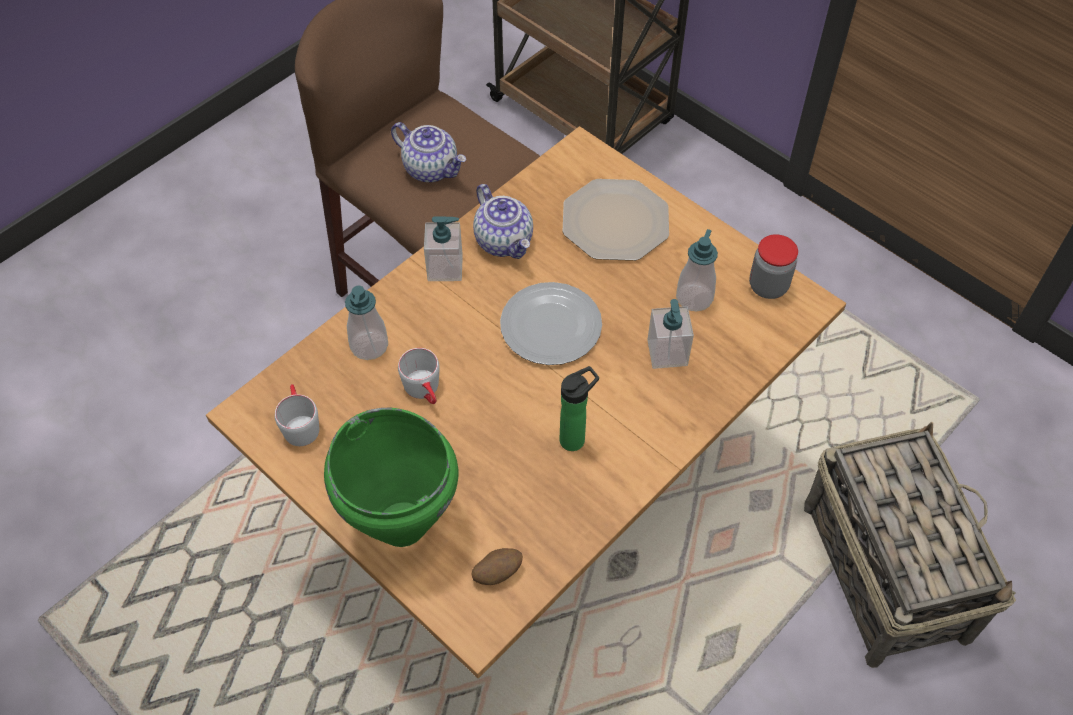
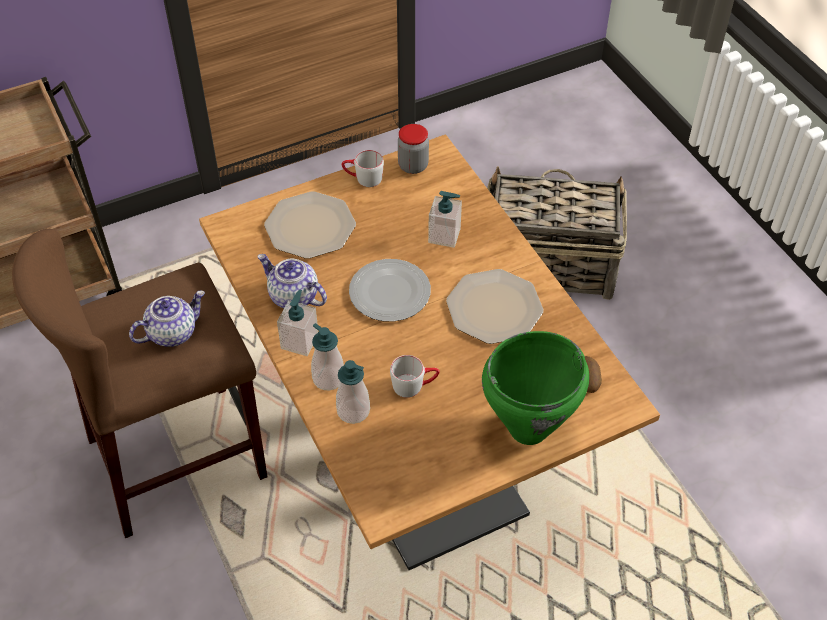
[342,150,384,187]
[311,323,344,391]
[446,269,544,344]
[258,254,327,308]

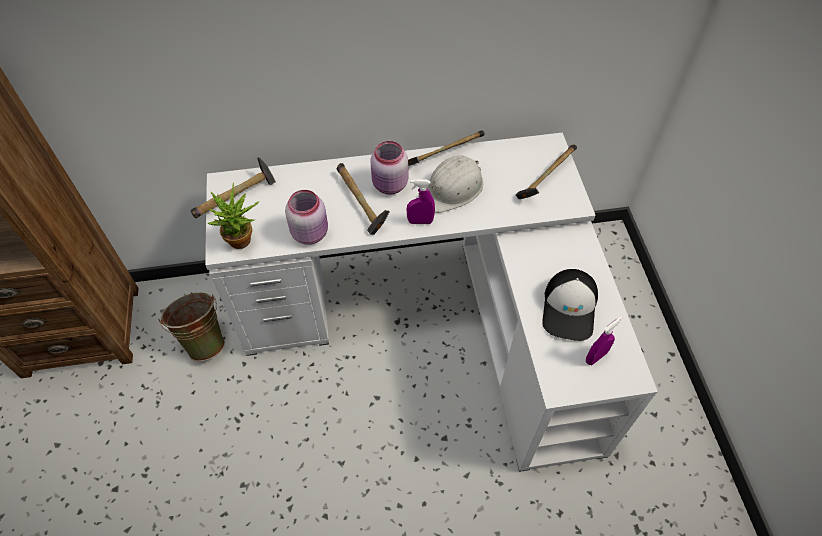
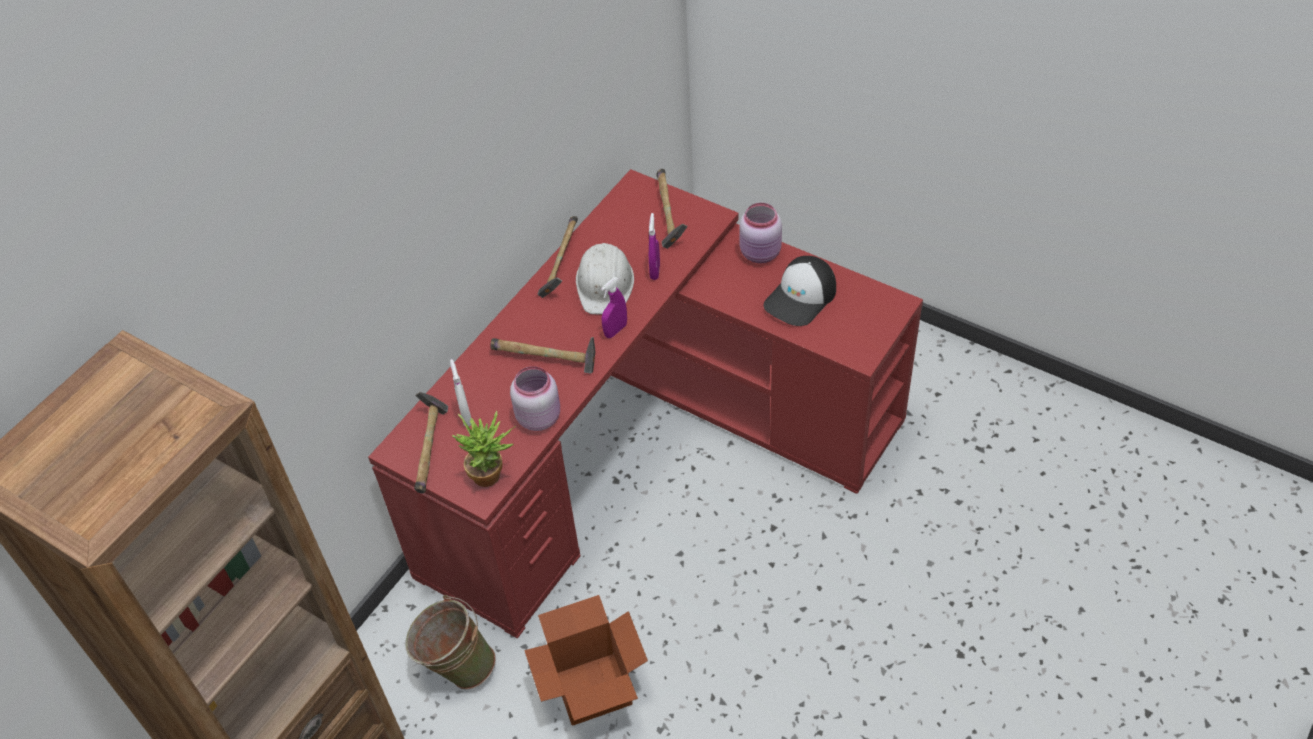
[450,359,471,426]
[524,595,648,726]
[739,203,782,264]
[649,213,660,280]
[368,169,923,639]
[764,256,836,326]

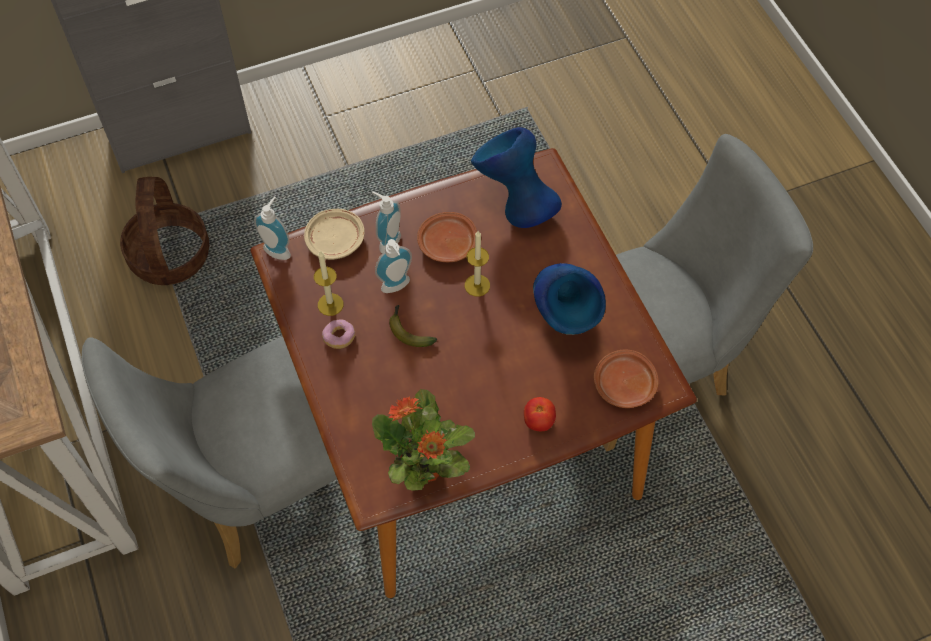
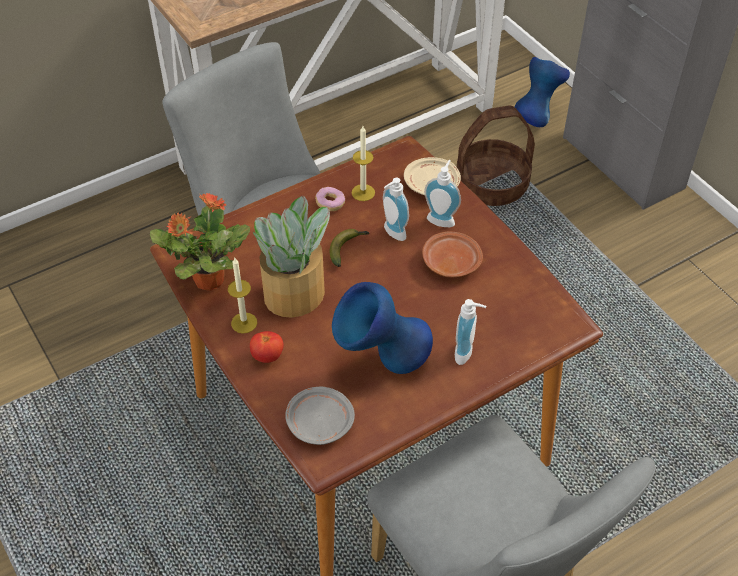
[253,196,330,318]
[455,299,486,365]
[228,258,257,334]
[515,57,570,127]
[285,387,355,445]

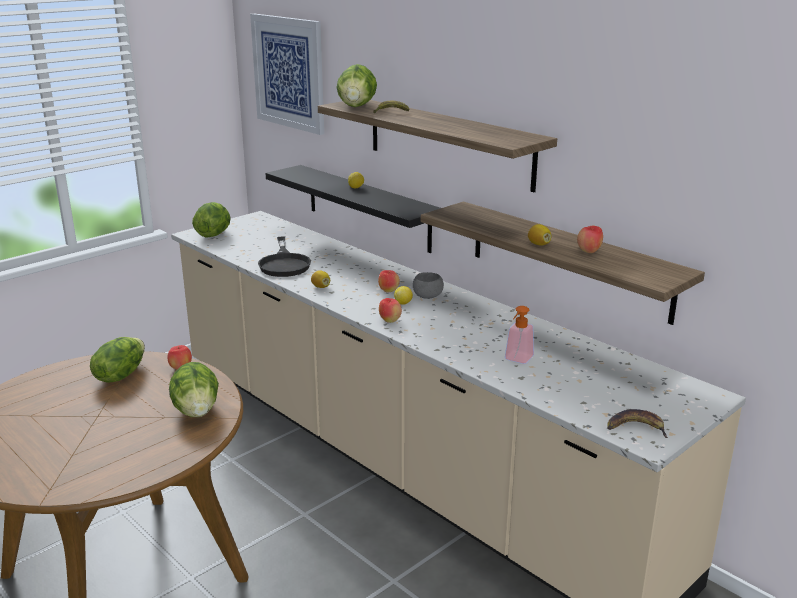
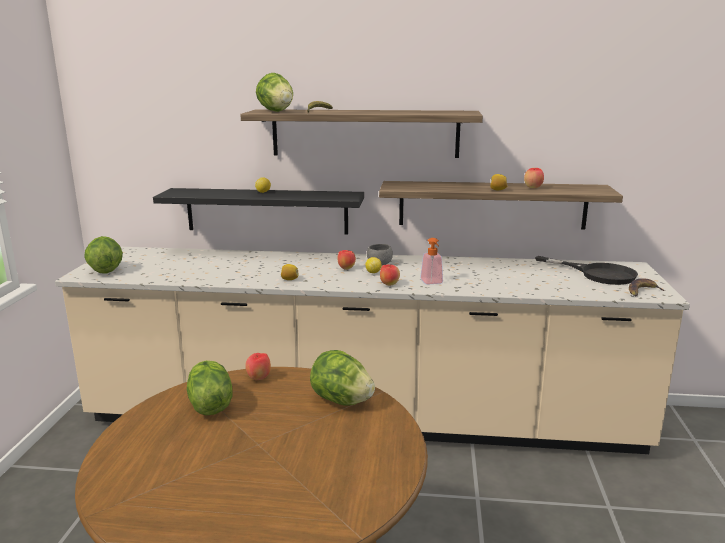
[250,14,324,135] (first image)
[535,256,638,285]
[420,238,443,285]

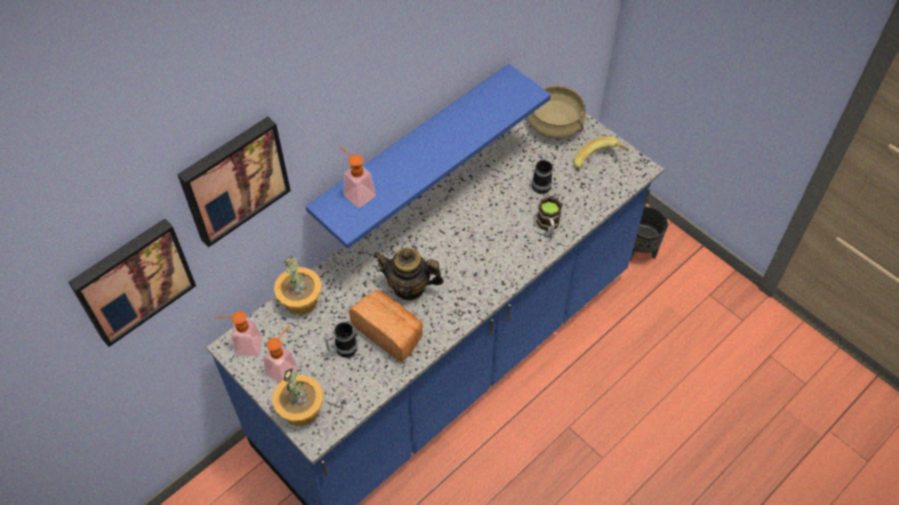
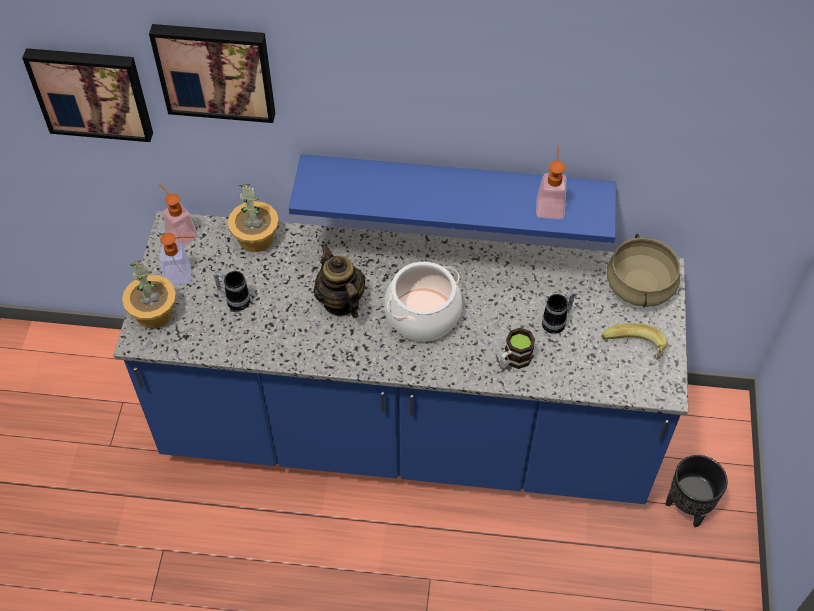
[349,291,423,362] (first image)
[385,262,462,341]
[536,147,567,220]

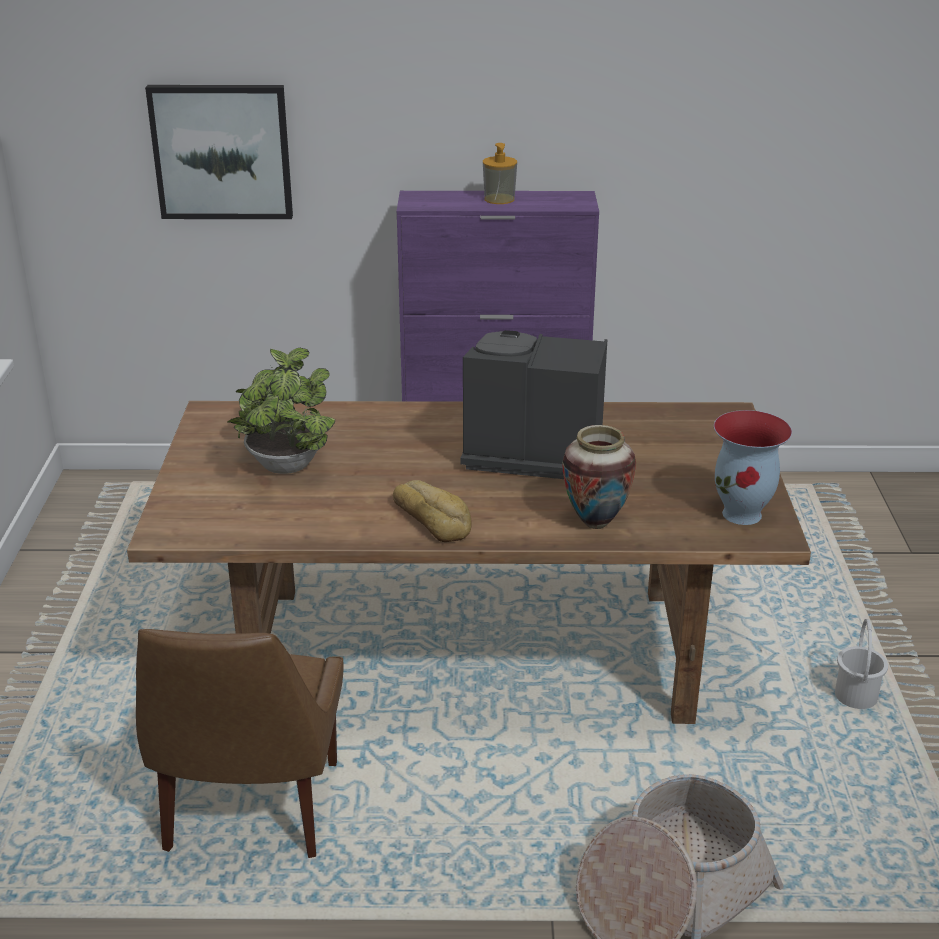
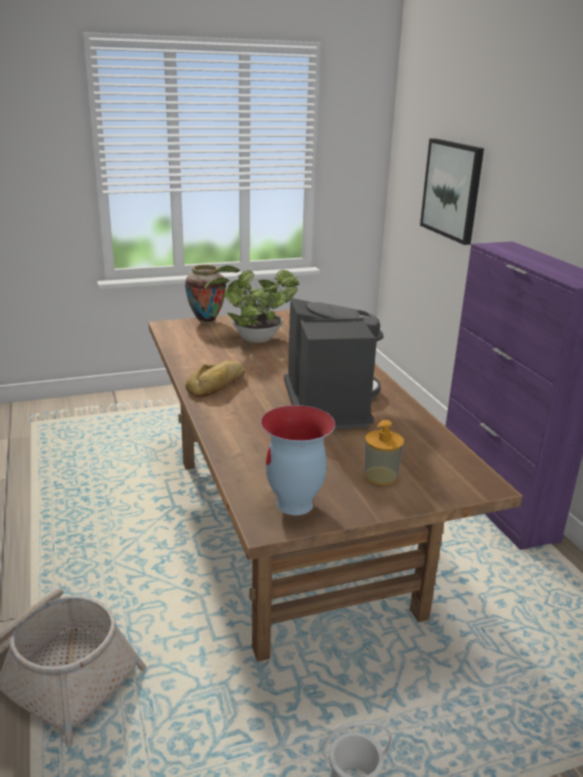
[136,629,344,858] (first image)
[364,420,404,485]
[185,264,226,324]

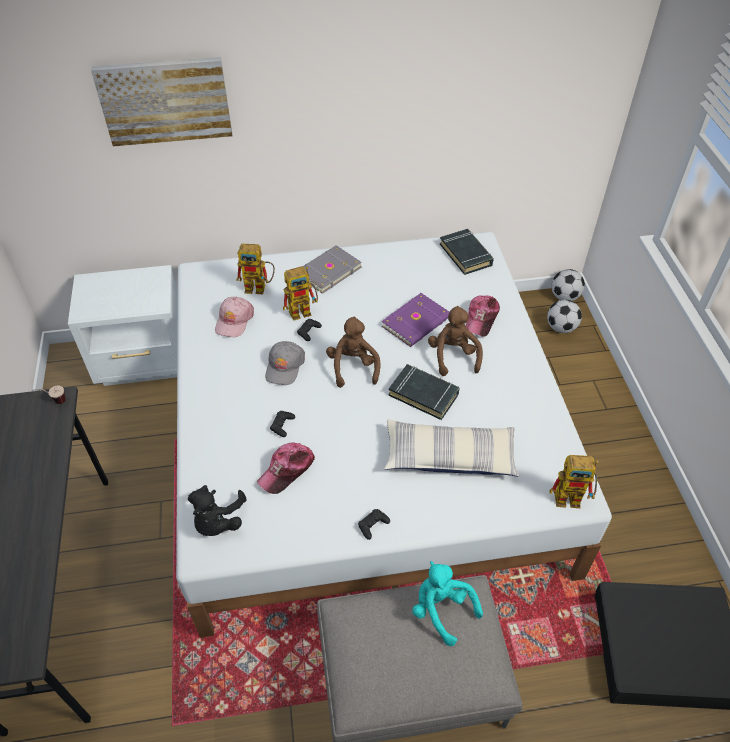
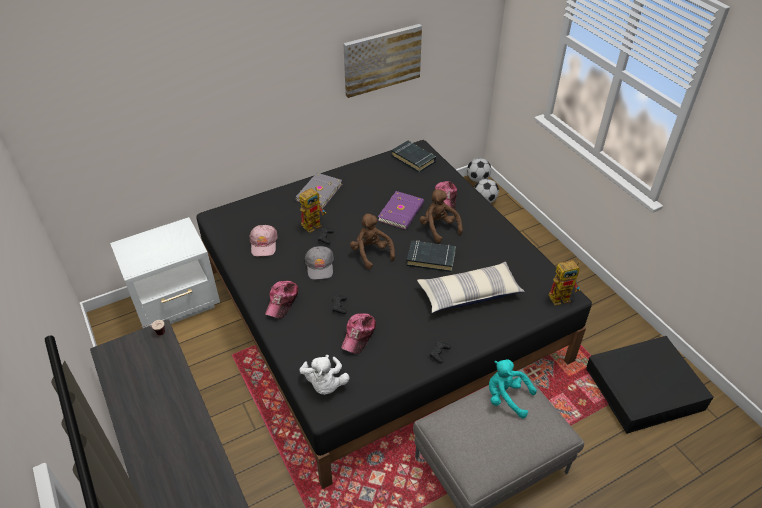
[236,244,275,294] (first image)
[265,281,298,318]
[343,24,422,98]
[196,140,592,489]
[300,355,349,395]

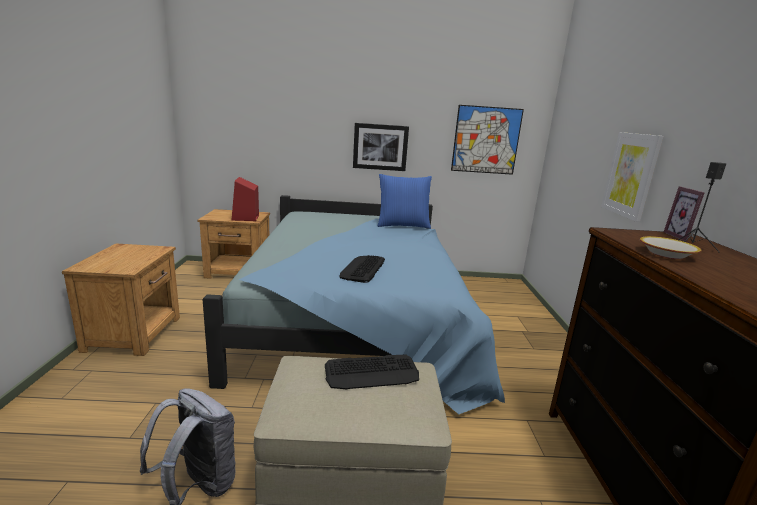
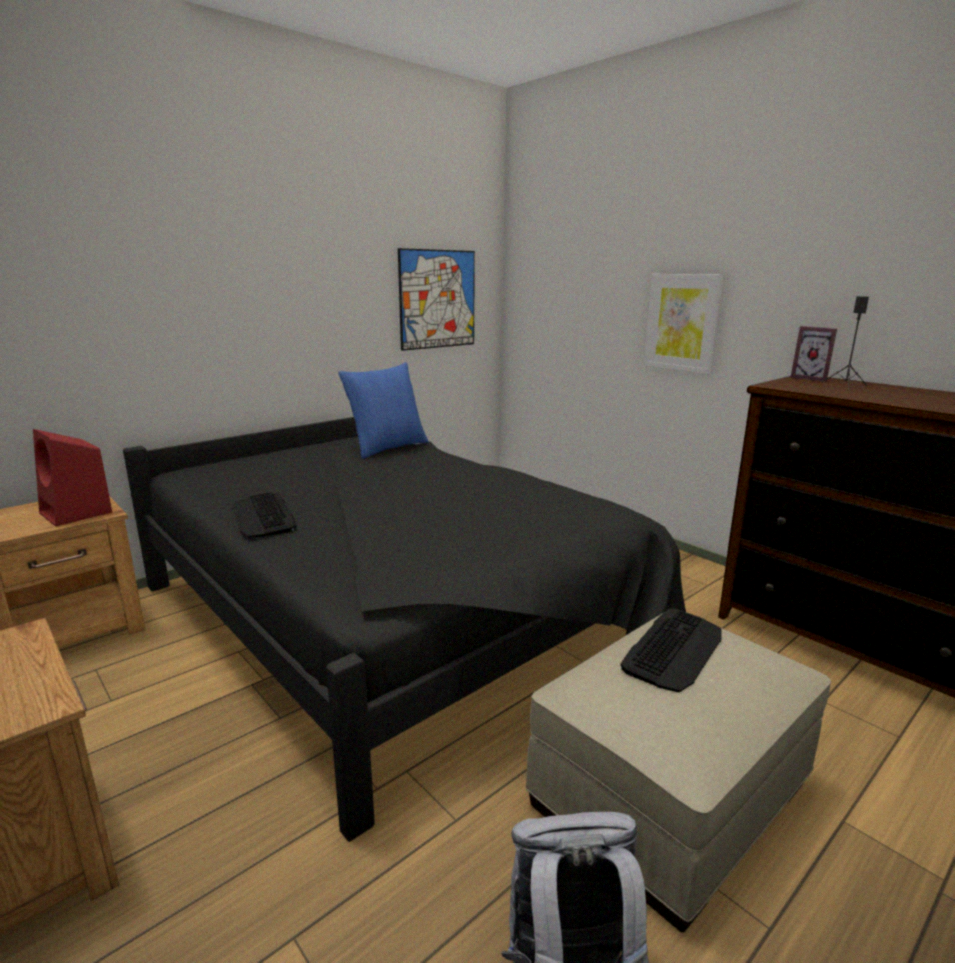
[353,123,409,171] (first image)
[640,236,701,259] (first image)
[232,492,297,538]
[123,417,686,842]

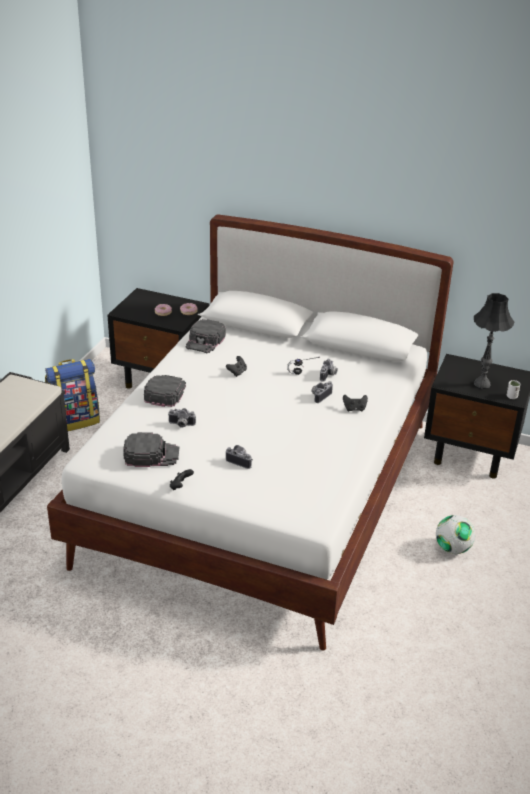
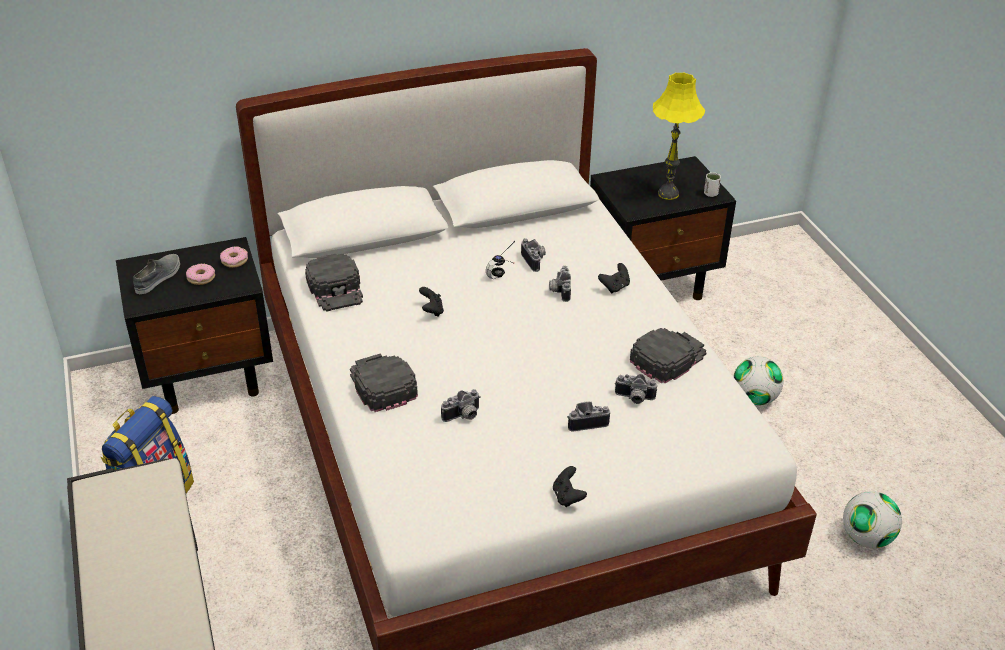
[133,254,180,294]
[615,374,657,404]
[843,491,902,548]
[630,328,706,383]
[653,72,705,200]

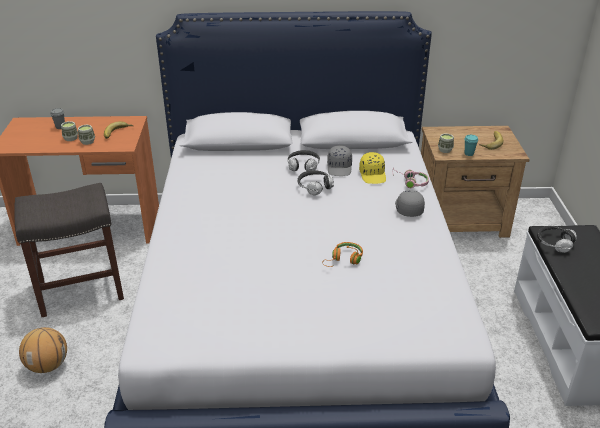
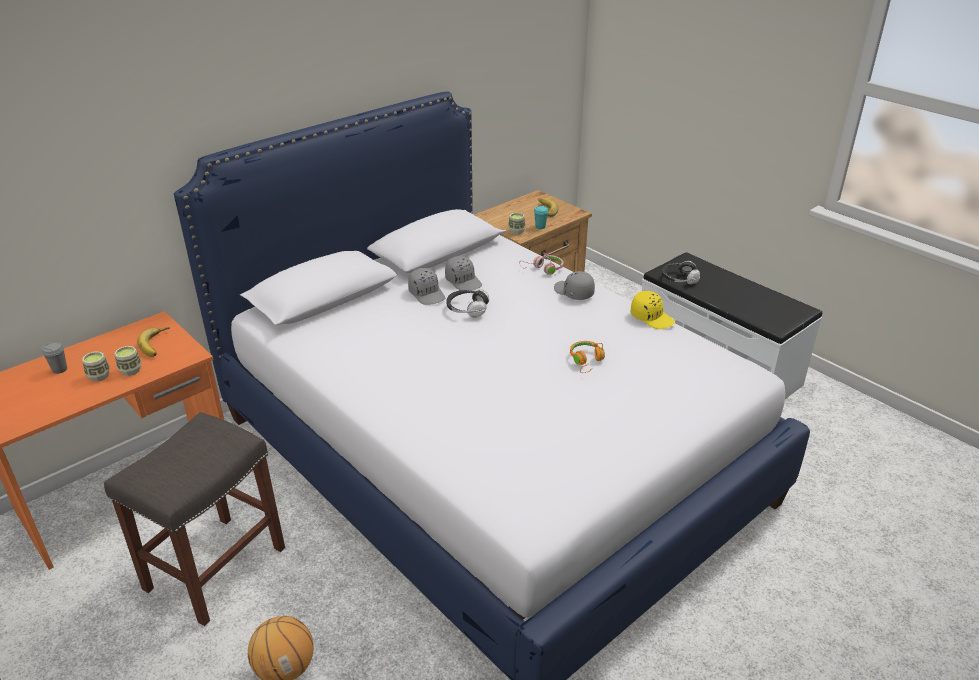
[631,291,675,329]
[408,268,445,305]

